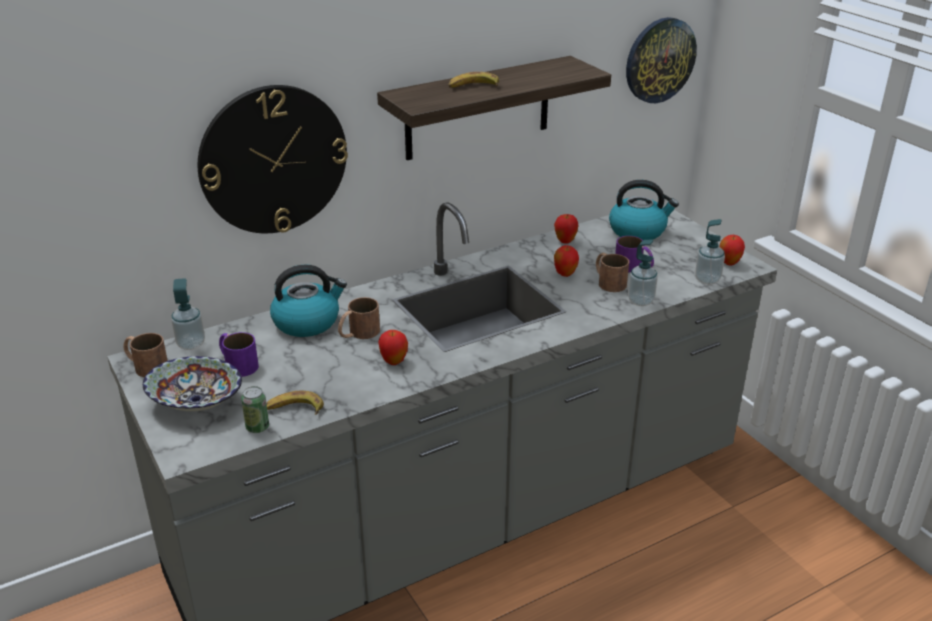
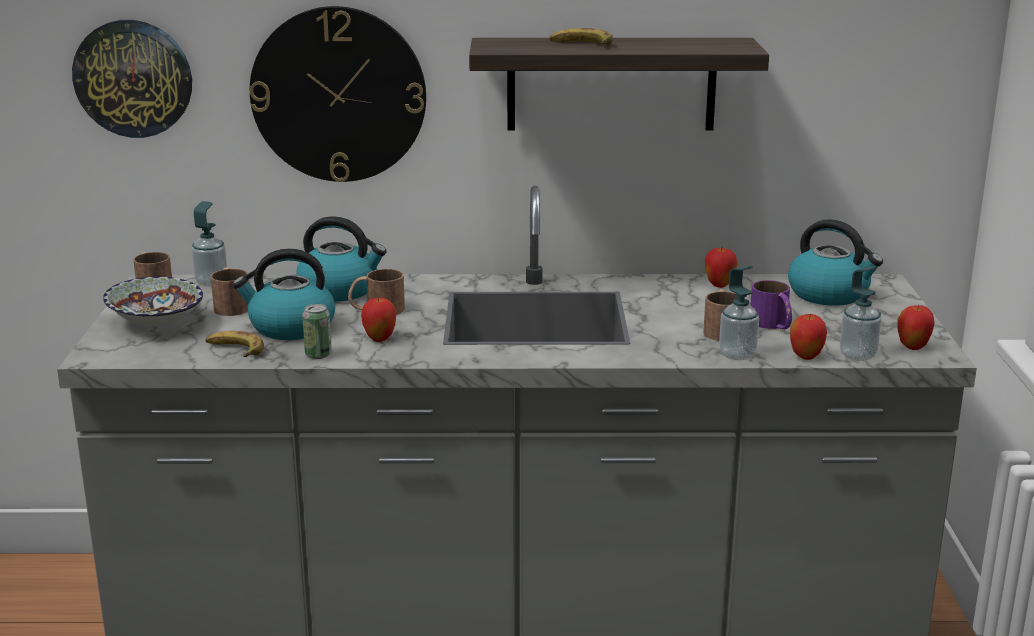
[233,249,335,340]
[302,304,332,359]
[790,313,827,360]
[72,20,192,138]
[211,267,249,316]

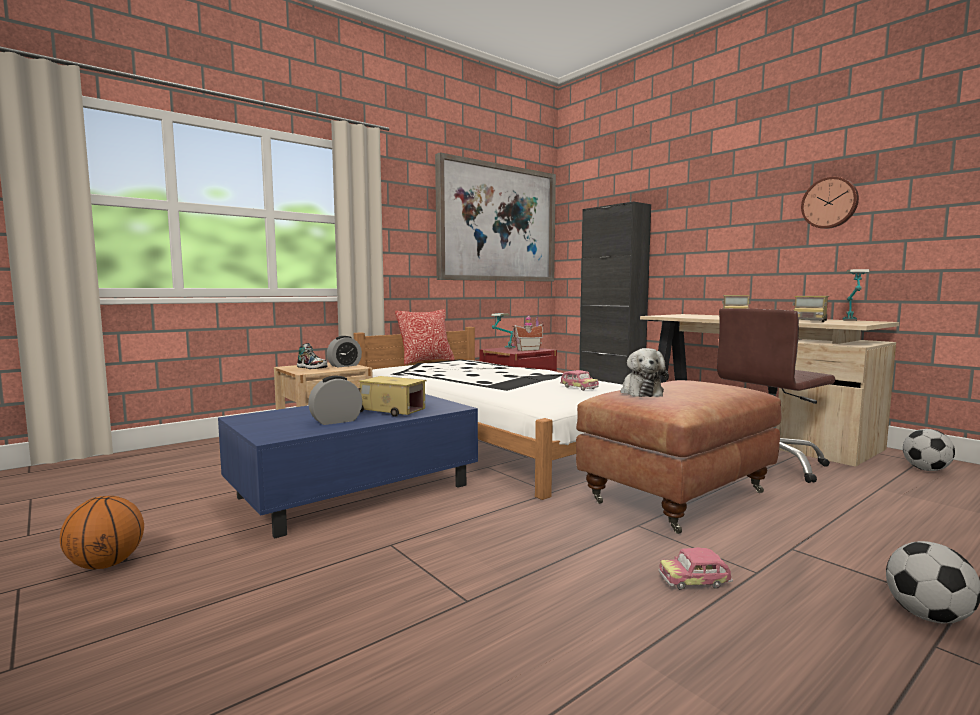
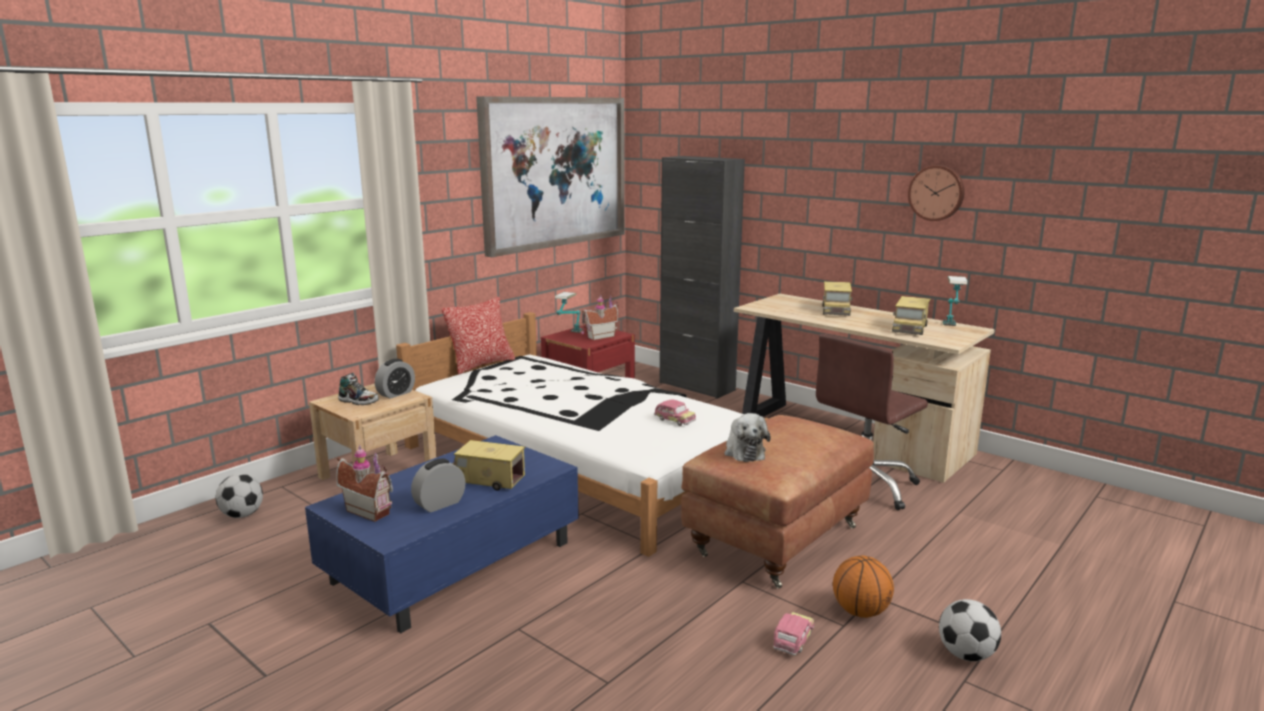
[337,445,393,522]
[833,556,894,618]
[215,473,263,518]
[773,612,814,656]

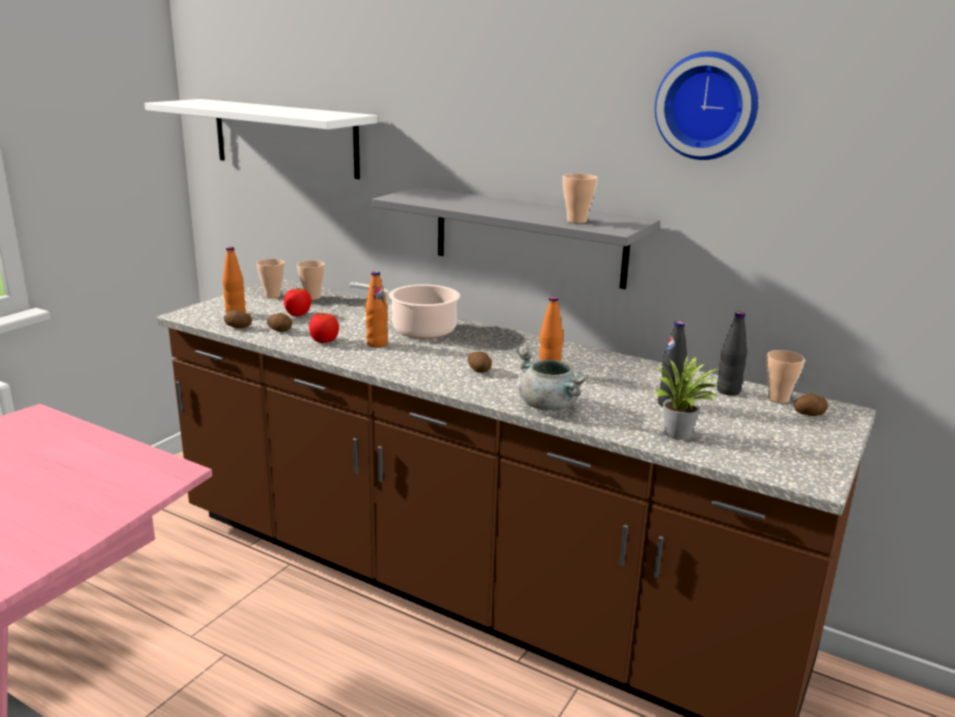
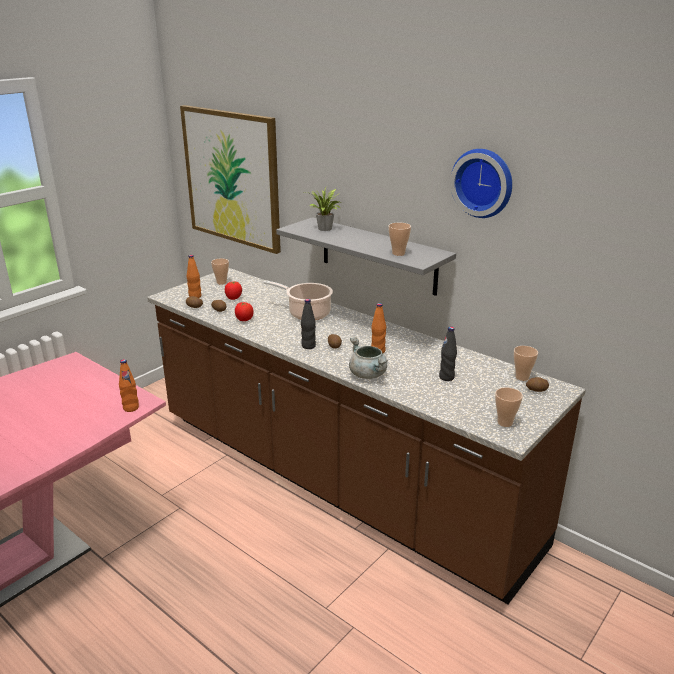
[495,387,523,427]
[119,359,139,412]
[307,187,340,231]
[301,299,316,349]
[180,105,281,254]

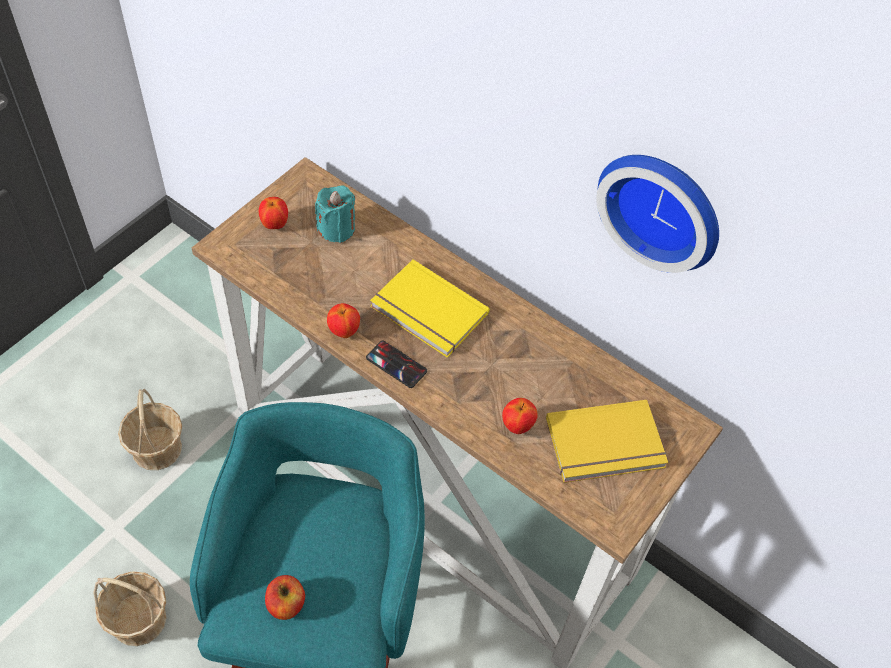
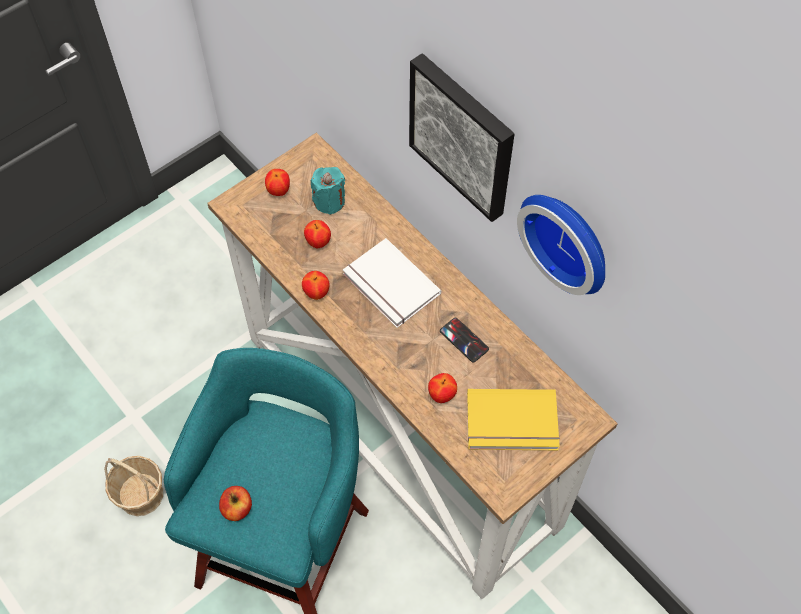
[118,389,182,470] (first image)
[304,220,331,249]
[409,53,515,222]
[440,318,489,363]
[343,238,441,328]

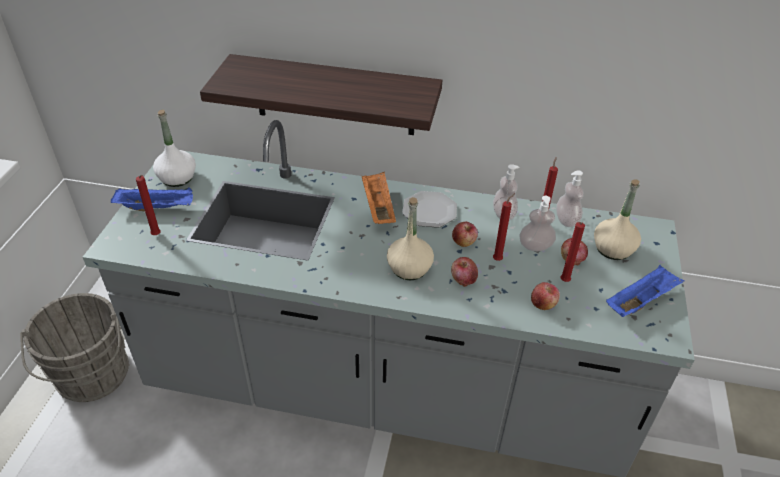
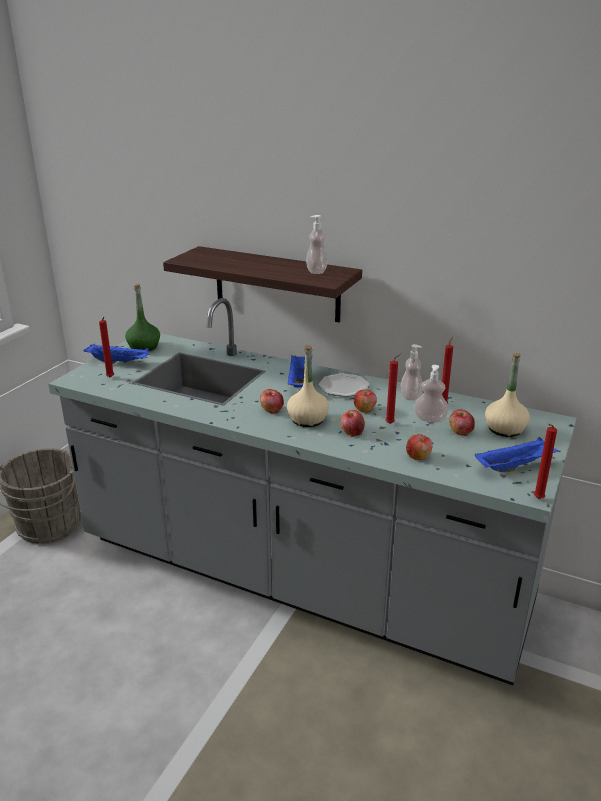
[260,389,284,413]
[306,215,328,274]
[534,424,557,499]
[125,284,160,351]
[288,354,313,388]

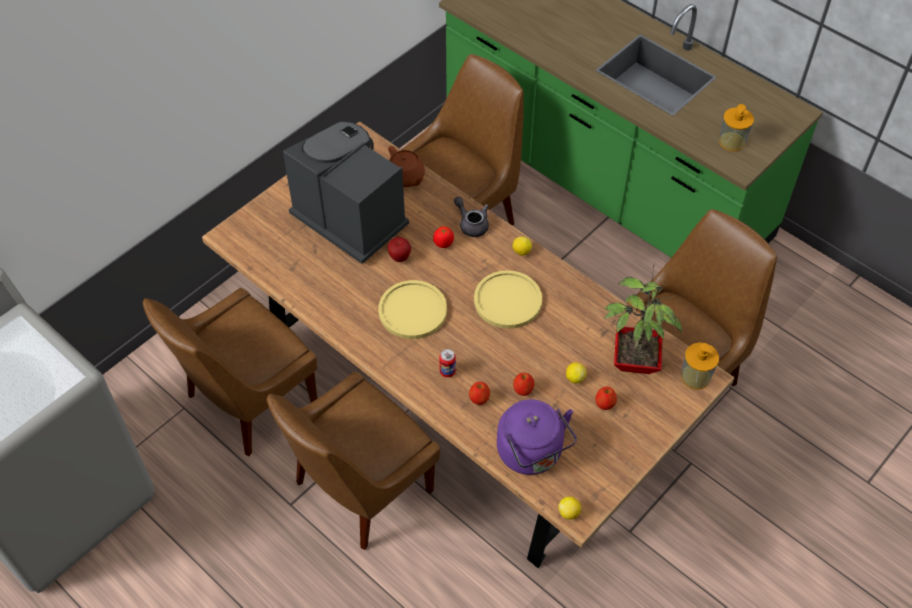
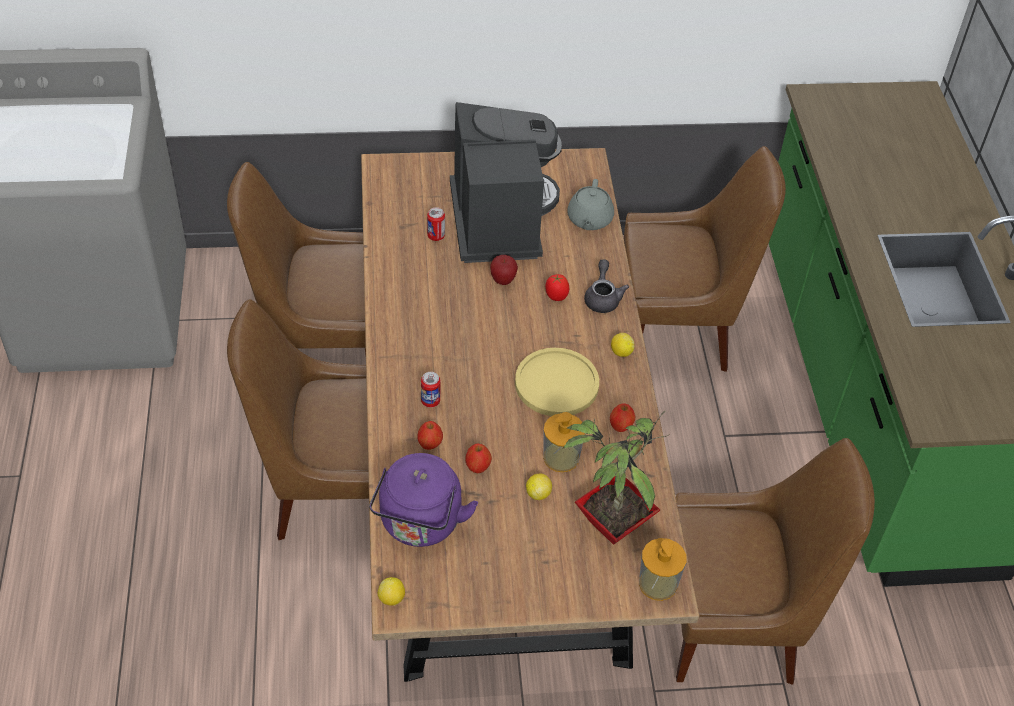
[378,280,447,339] (first image)
[427,207,445,241]
[610,403,635,432]
[543,412,585,472]
[568,179,614,230]

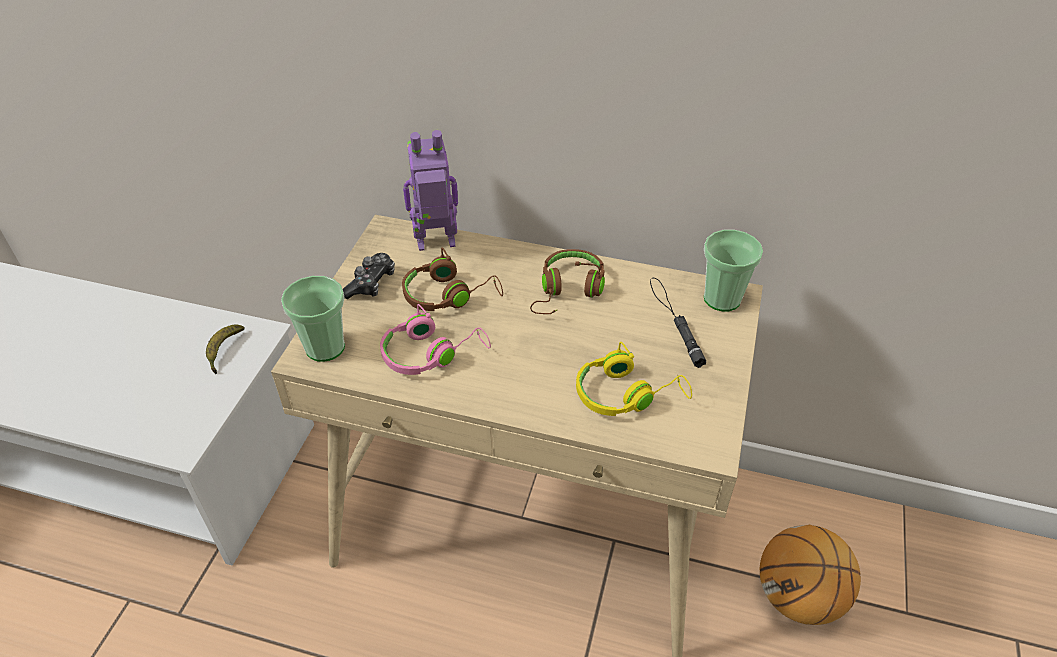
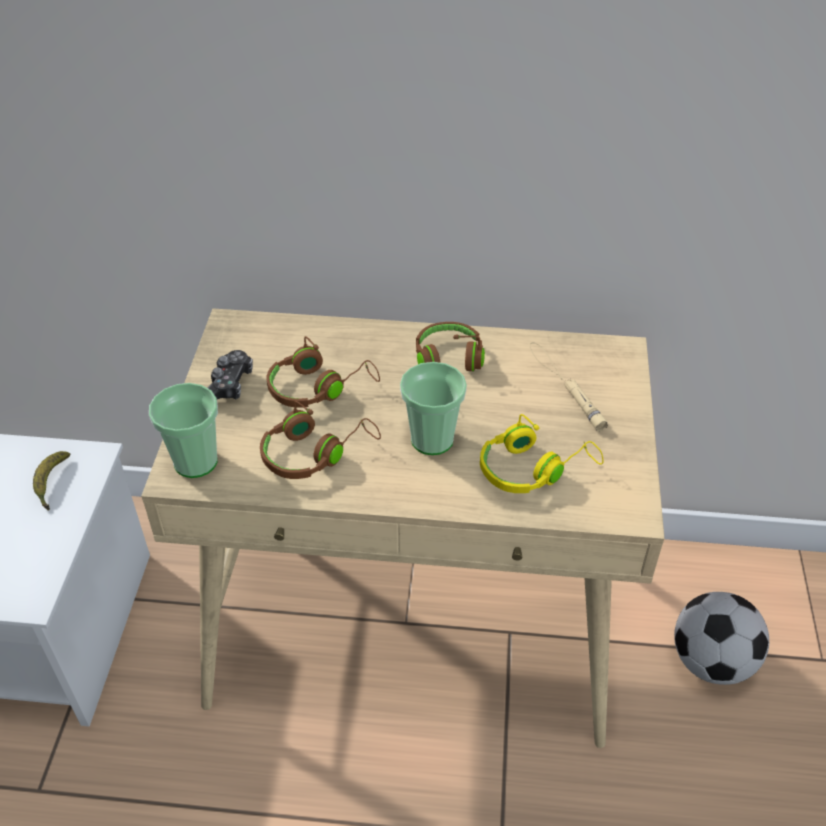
[403,130,458,251] (first image)
[400,362,467,455]
[674,592,769,685]
[260,401,381,479]
[530,343,608,432]

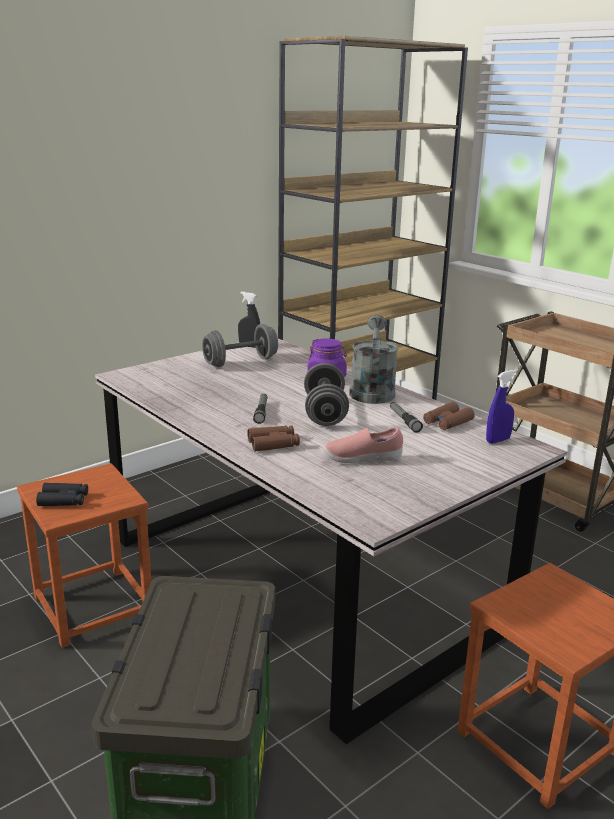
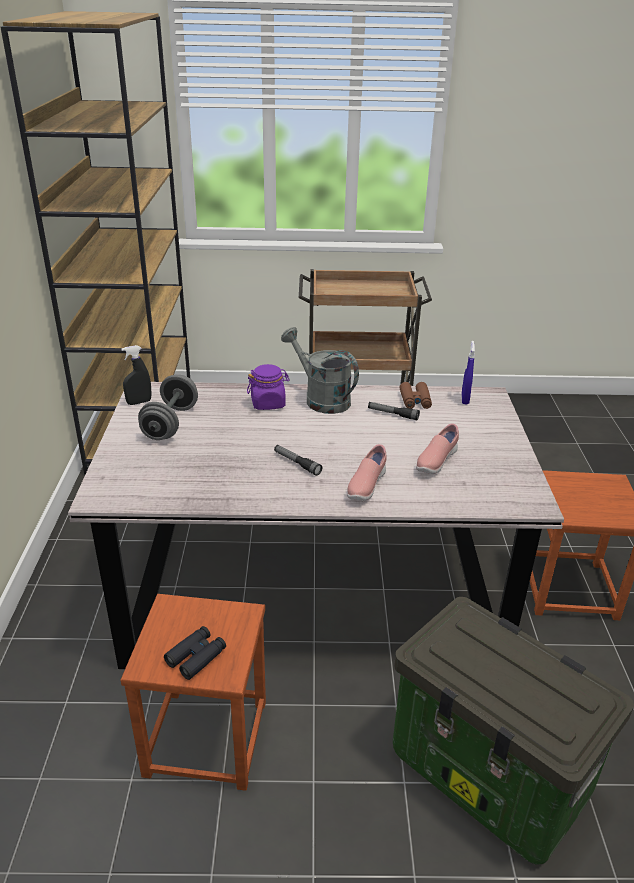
[304,363,349,426] (first image)
[347,444,387,501]

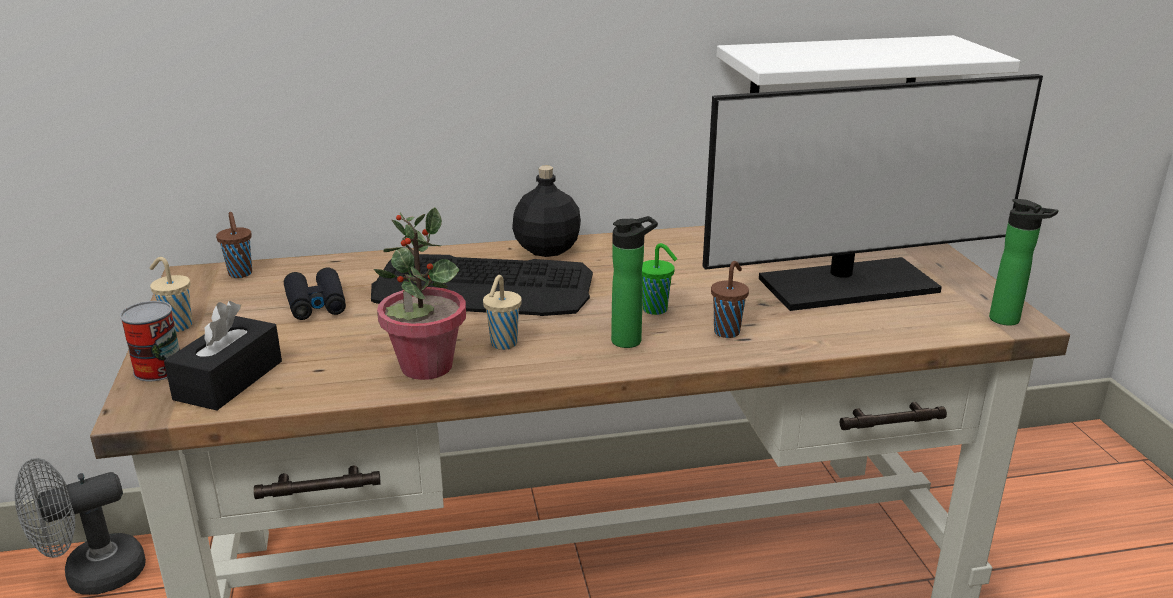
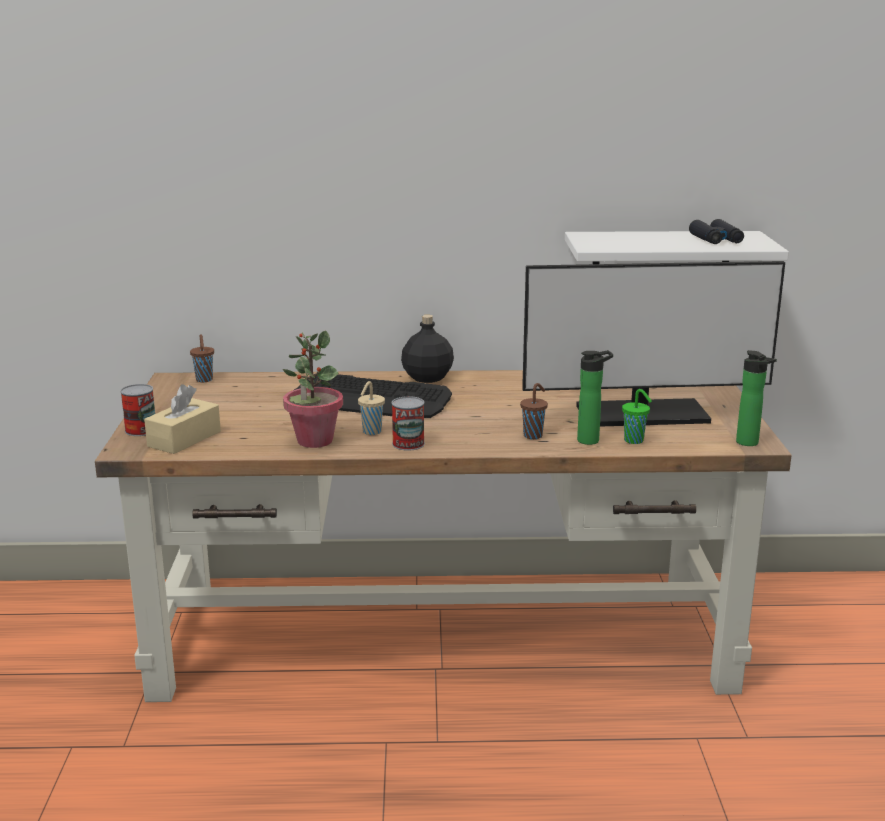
[15,458,146,595] (first image)
[150,257,192,332] (first image)
[392,396,425,451]
[689,219,744,244]
[577,350,613,445]
[622,389,652,444]
[144,384,221,454]

